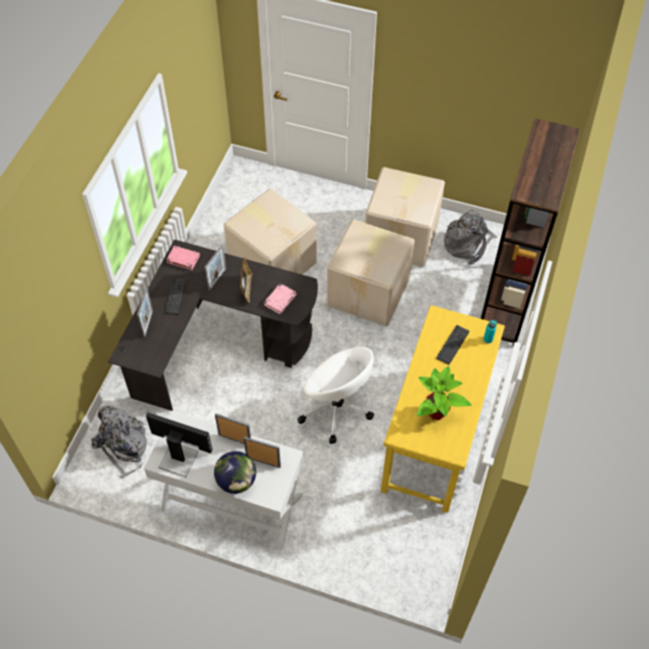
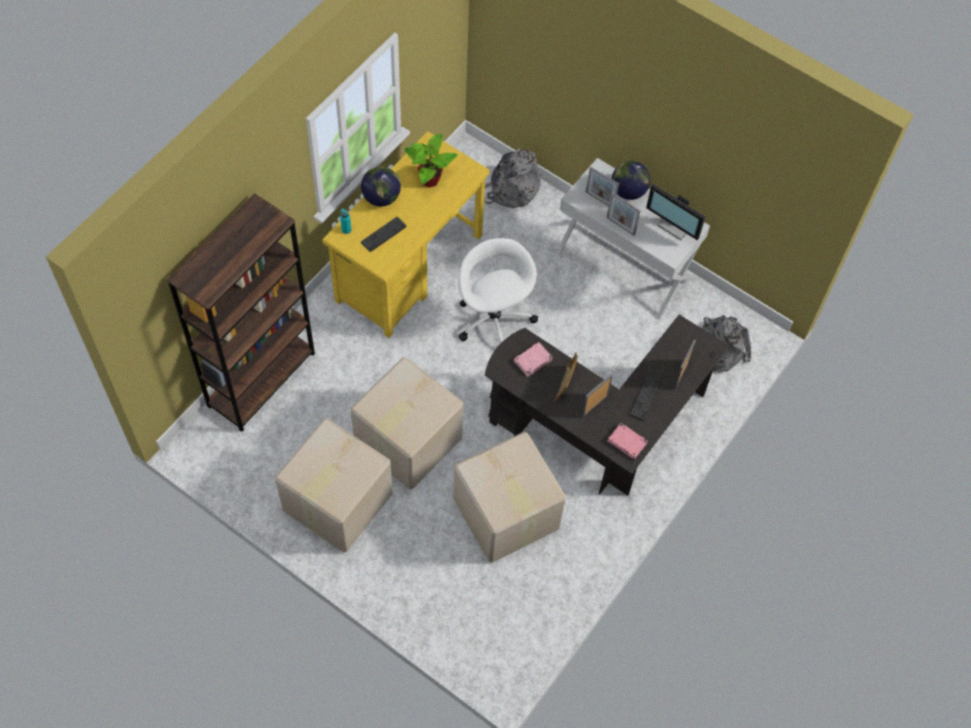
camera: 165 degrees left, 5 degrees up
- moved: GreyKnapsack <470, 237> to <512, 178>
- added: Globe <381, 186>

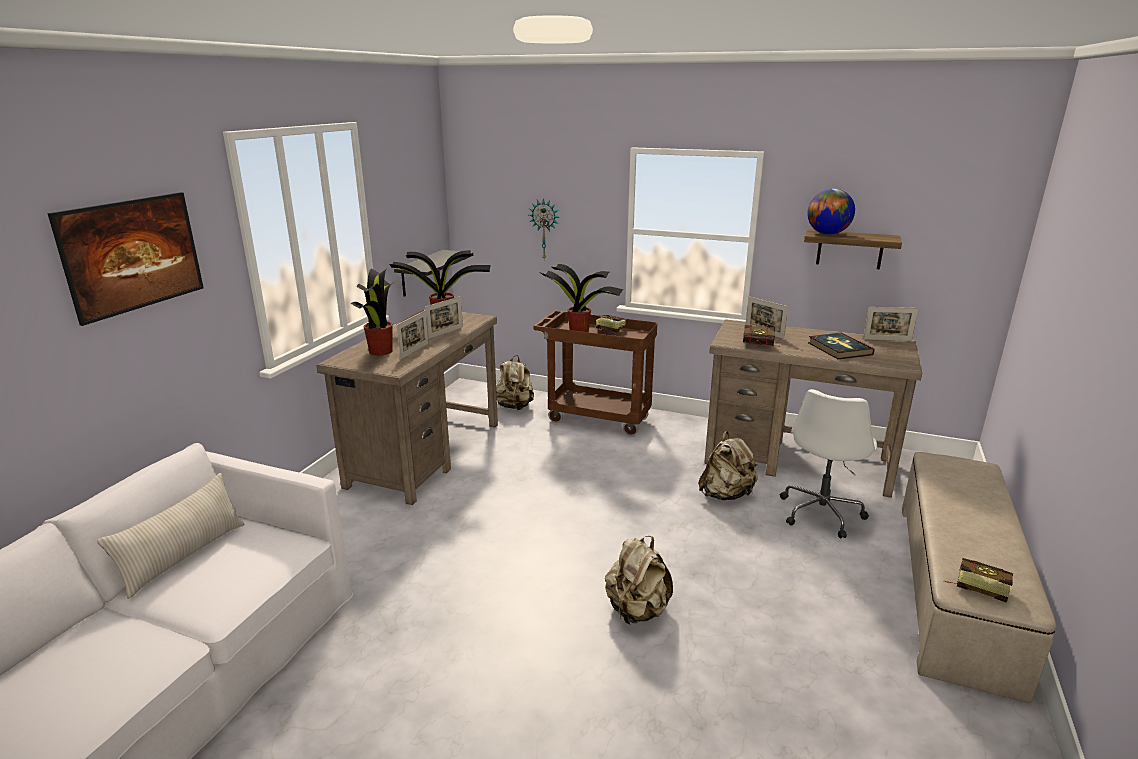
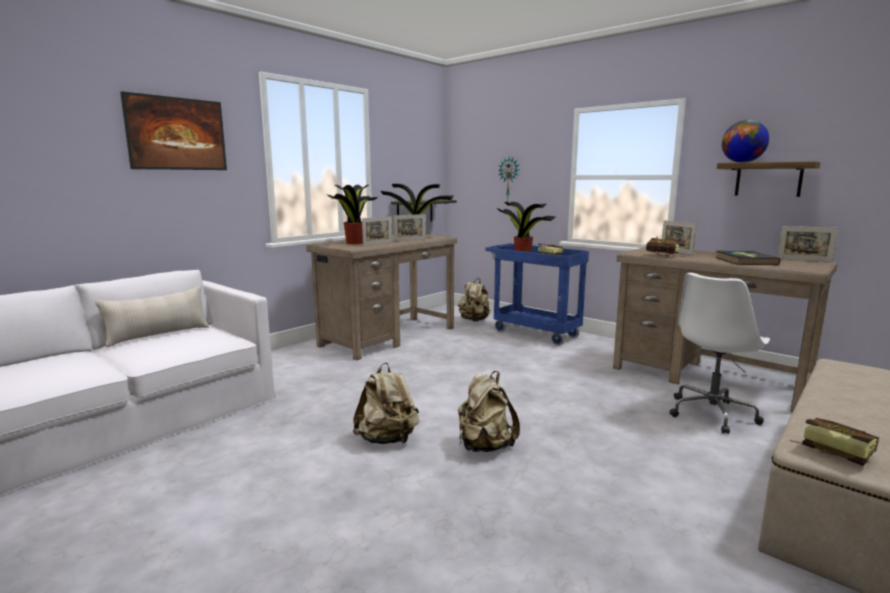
camera: 20 degrees right, 10 degrees down
- recoloured: BrownColouredTrolley <595, 373> to BluishTrolley <537, 294>
- moved: SandColouredKnapsack <728, 465> to <386, 403>

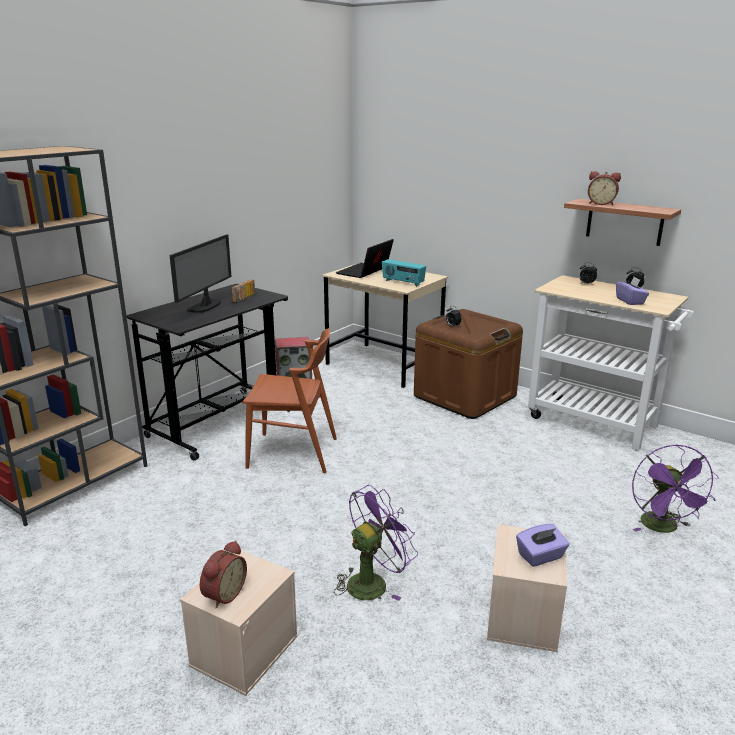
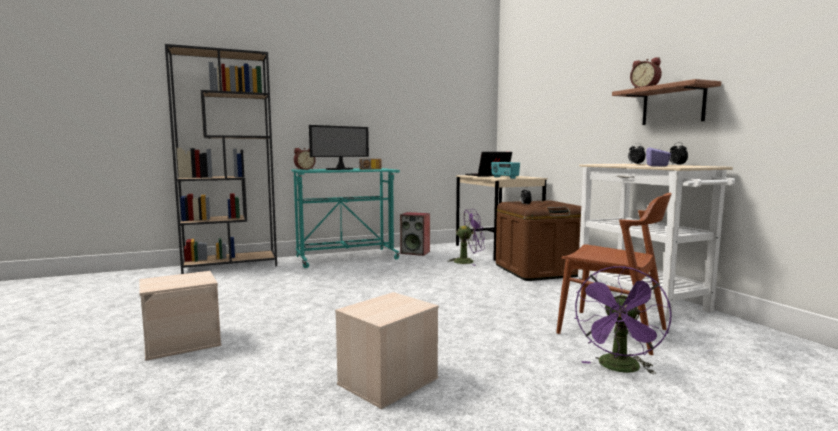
camera: 30 degrees right, 15 degrees down
- recoloured: BlackColouredDeskUnit <208, 372> to TurquoiseDeskUnit <345, 218>
- moved: AlarmClock <223, 574> to <305, 159>
- moved: BrownColouredPlainChair <290, 400> to <614, 274>
- moved: PurpleFan <376, 543> to <466, 237>
- removed: PurpleTissueHolder <542, 545>

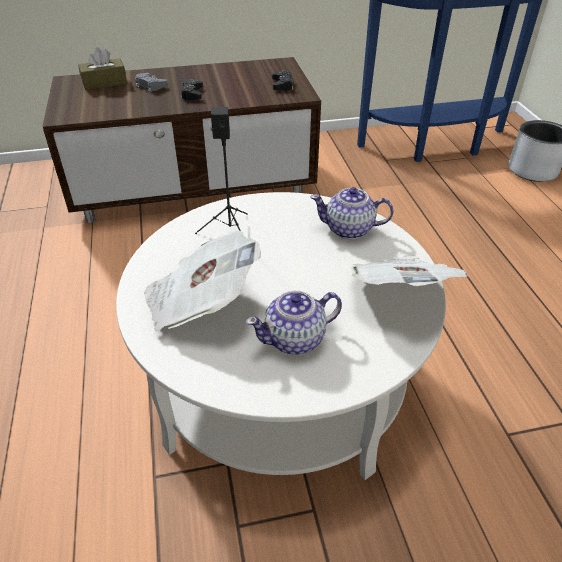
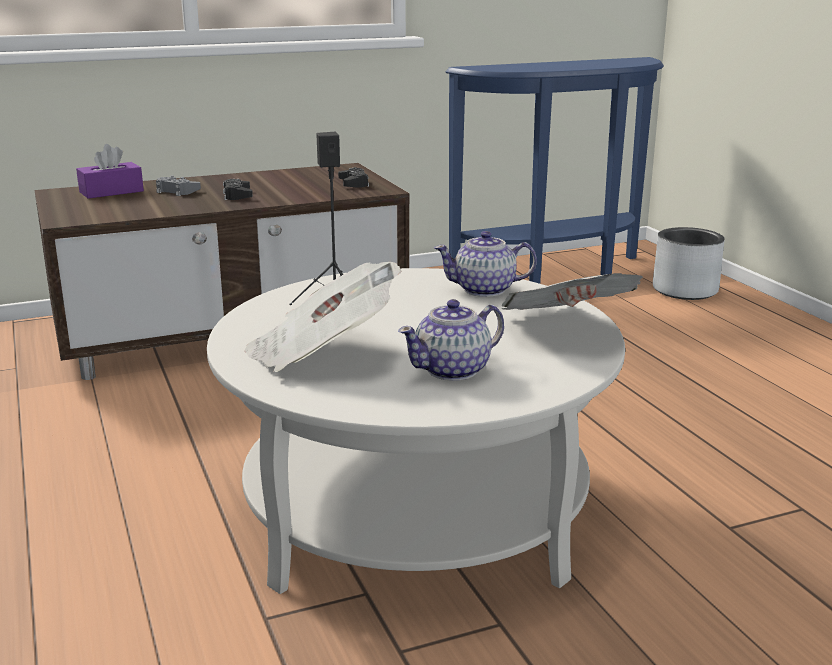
camera: 10 degrees left, 20 degrees down
- recoloured: BrownColouredTissueHolder <102, 68> to PurpleTissueHolder <110, 171>

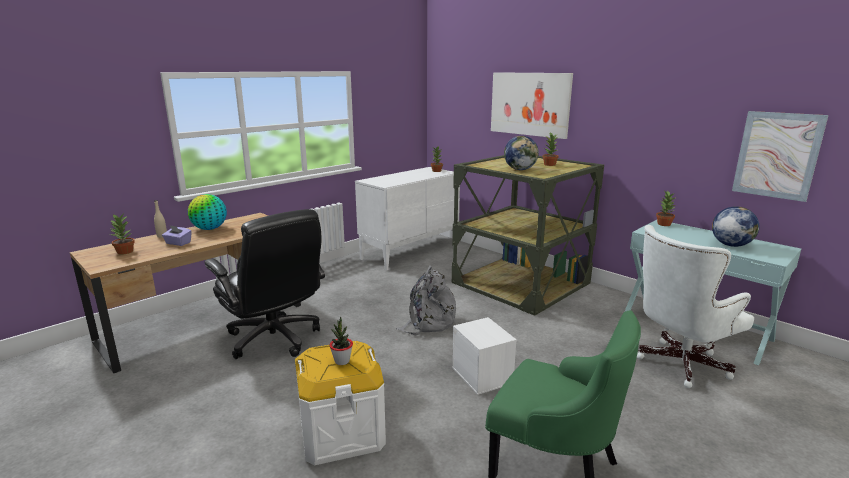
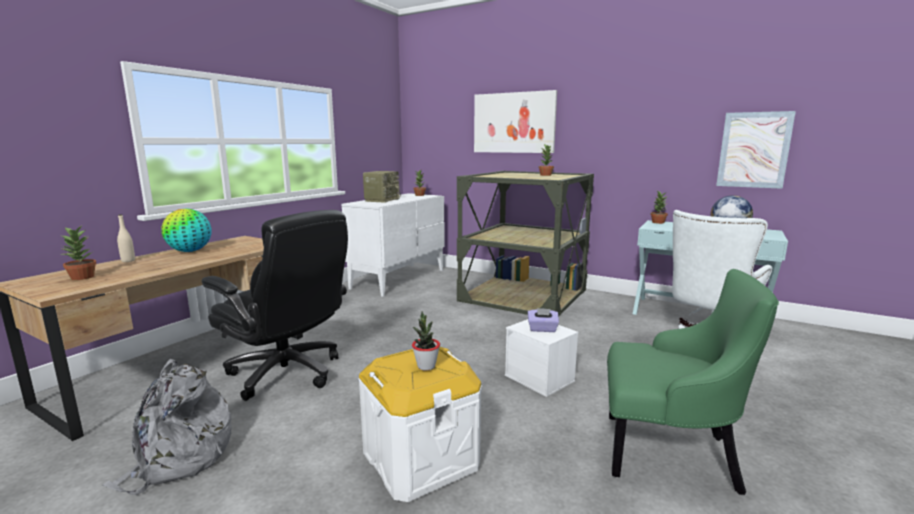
camera: 15 degrees left, 5 degrees down
- moved: PurpleTissueHolder <177, 235> to <543, 320>
- moved: GreyKnapsack <426, 300> to <167, 427>
- removed: Globe <521, 153>
- added: RadioSet <382, 187>

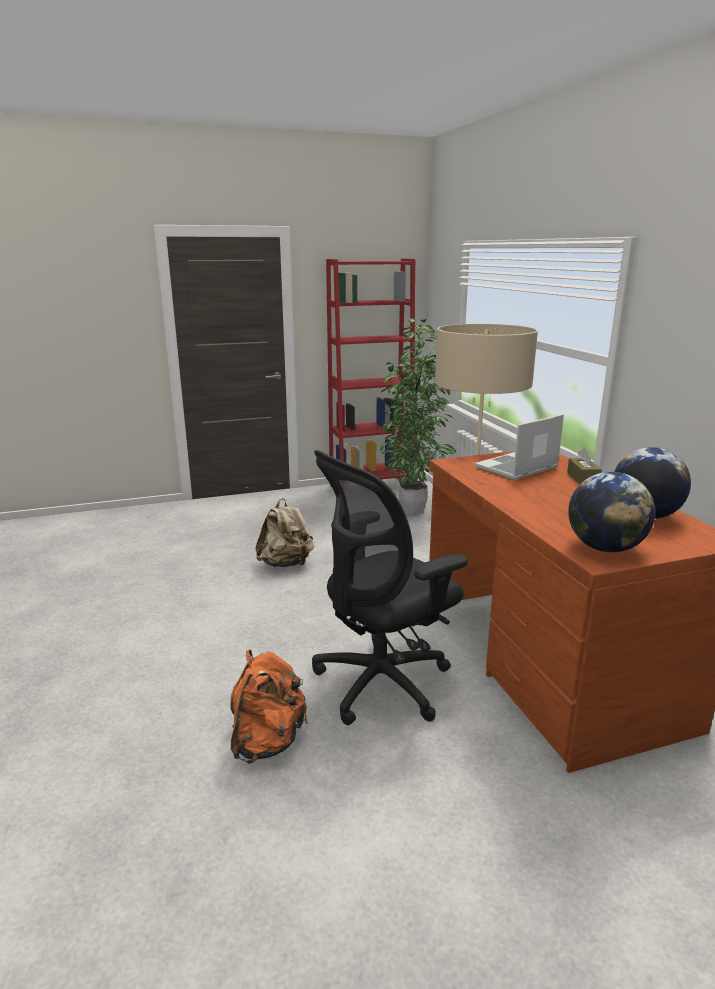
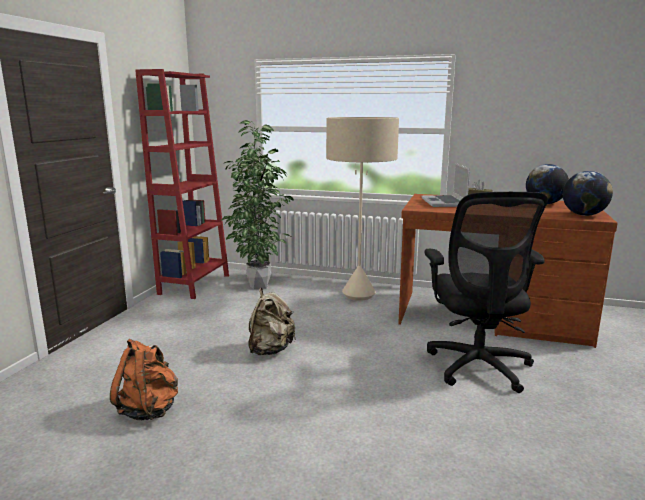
camera: 55 degrees left, 5 degrees down
- moved: OrangeColouredKnapsack <269, 706> to <144, 379>

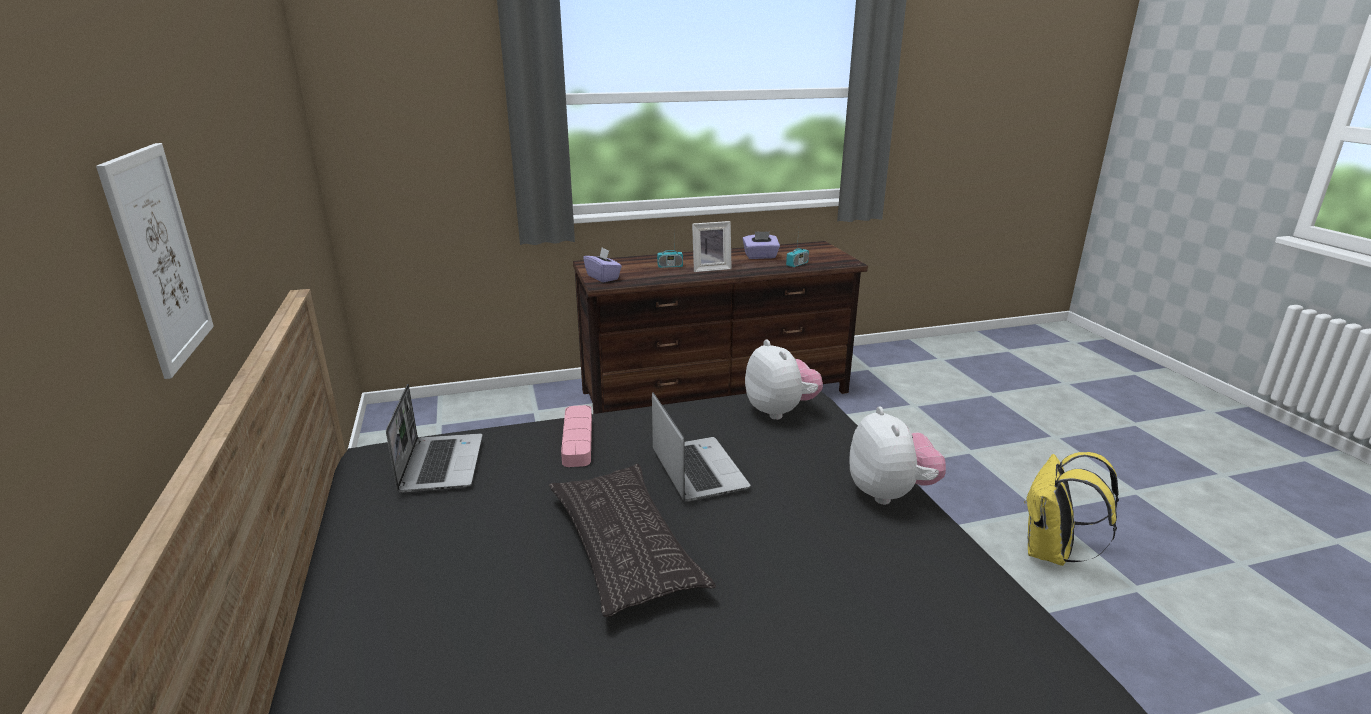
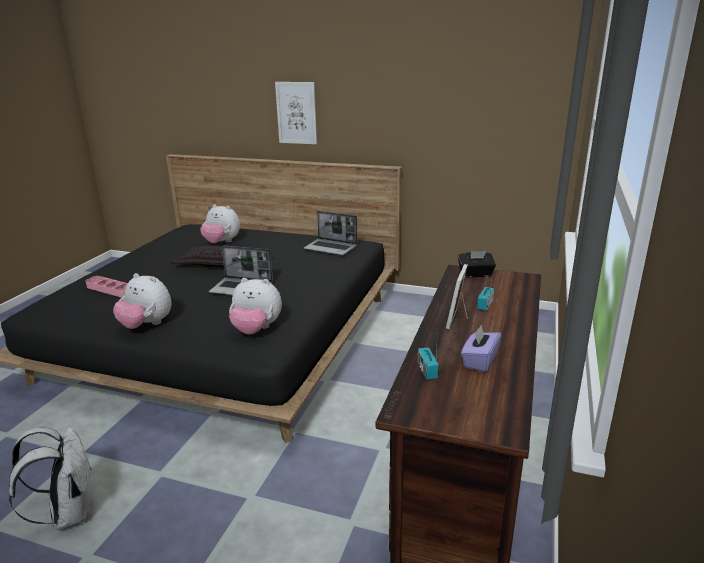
camera: 125 degrees right, 0 degrees up
- moved: PinkColouredCarryingTray <576, 436> to <106, 287>
- recoloured: PurpleTissueHolder <602, 265> to BlackColouredTissueHolder <477, 264>
- recoloured: YellowishKnapsack <1071, 509> to WhitishKnapsack <50, 478>
- added: CuddlyToy <220, 223>

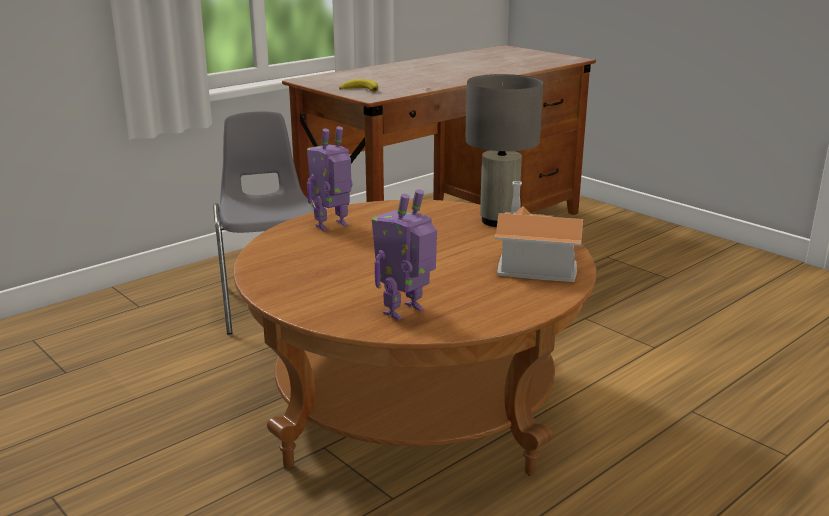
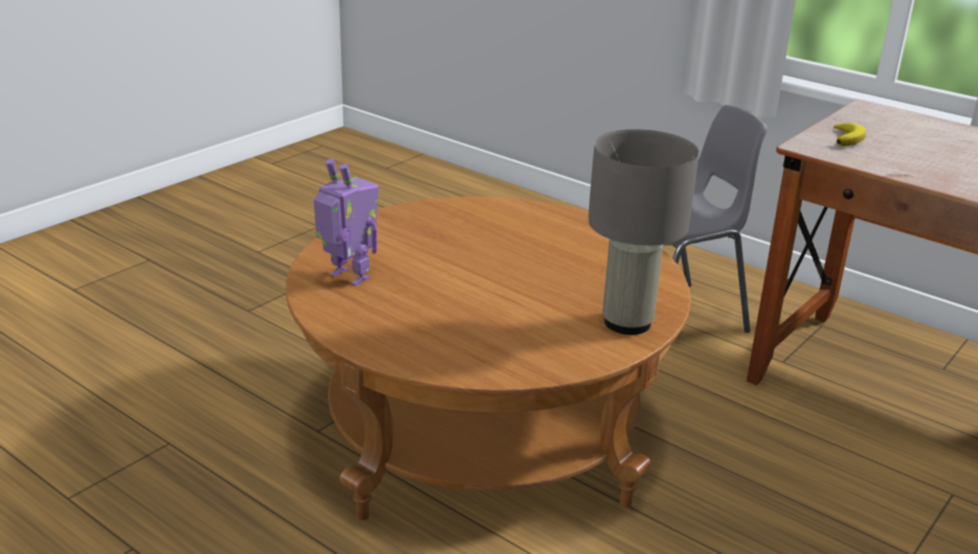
camera: 80 degrees right, 5 degrees up
- removed: ModelRobot <330, 178>
- removed: MiniatureHouse <539, 231>

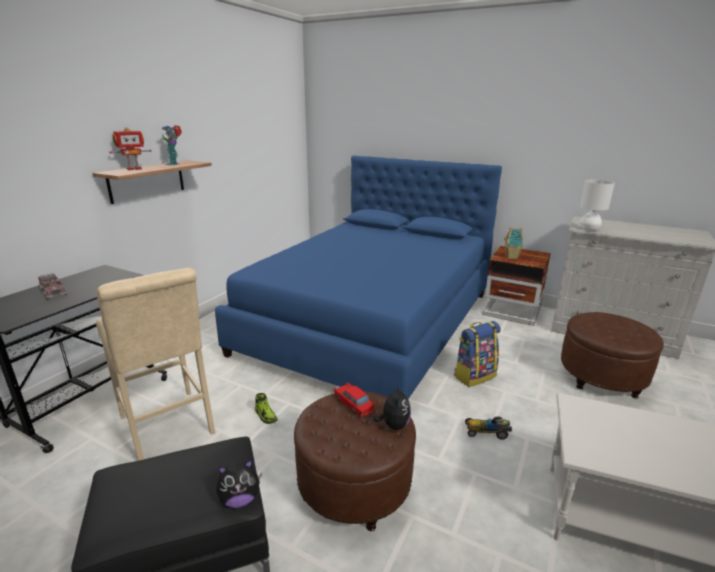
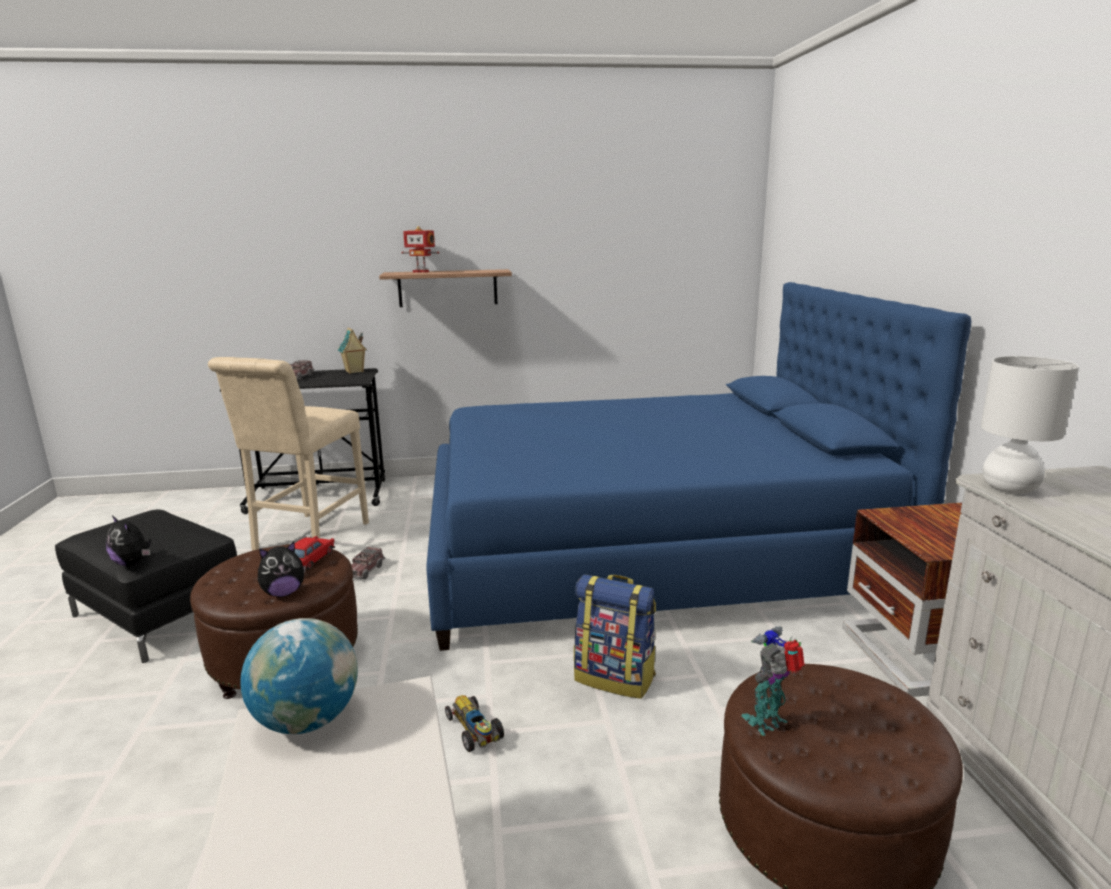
camera: 55 degrees right, 5 degrees down
- moved: ModelRobot <172, 145> to <773, 681>
- replaced: ItemOfFootwear <266, 408> to ModelTruck <368, 562>
- moved: MiniatureHouse <514, 243> to <353, 350>
- added: Globe <299, 676>

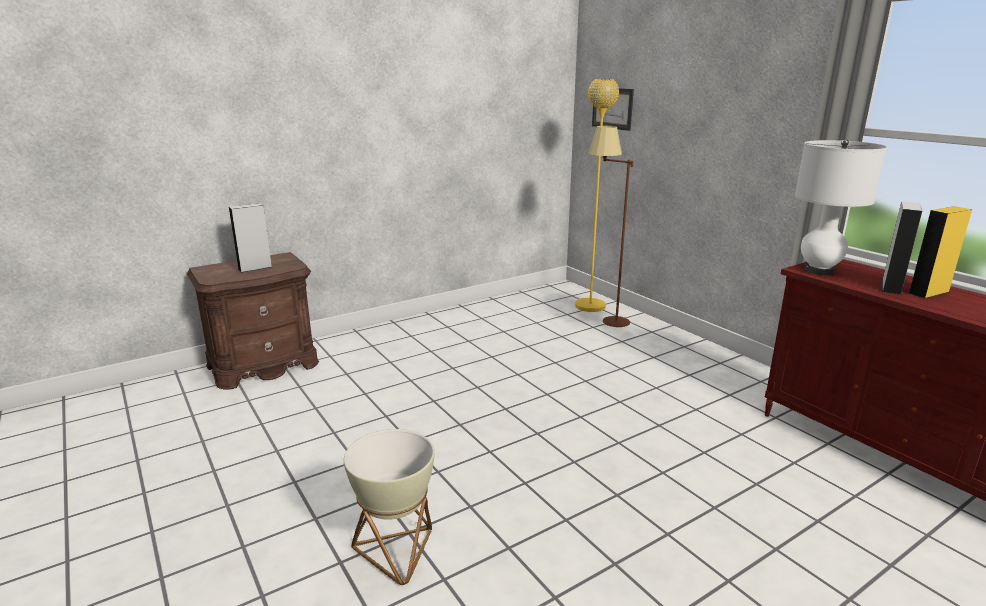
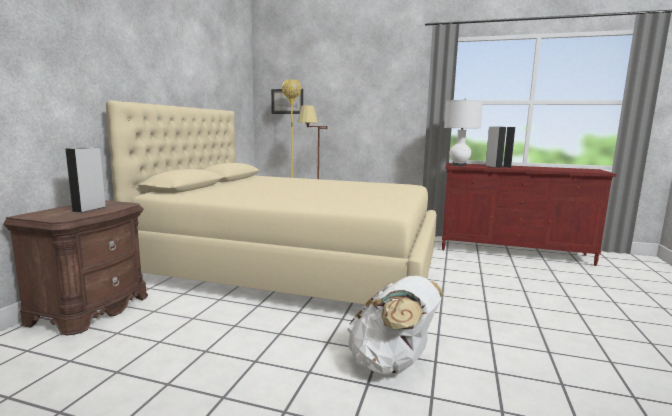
camera: 40 degrees left, 10 degrees down
- replaced: Planter <389, 507> to WhitishKnapsack <395, 325>
- added: SandColouredBed <271, 202>

